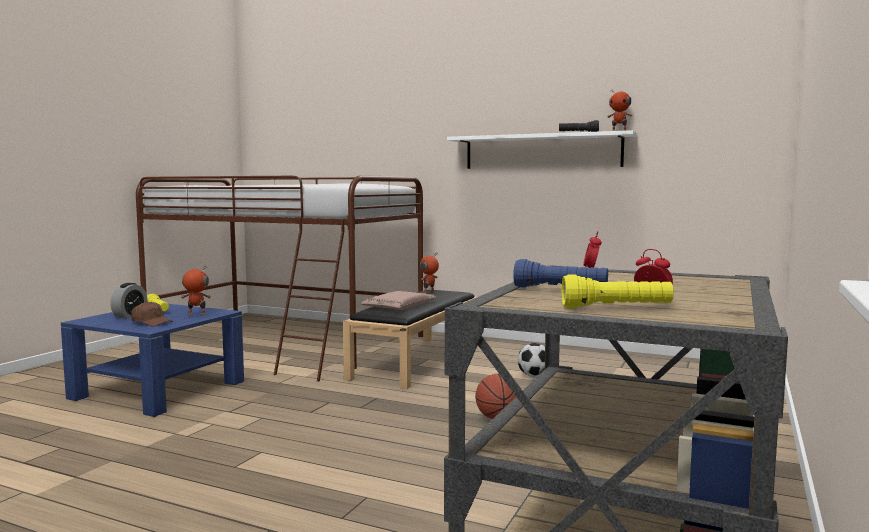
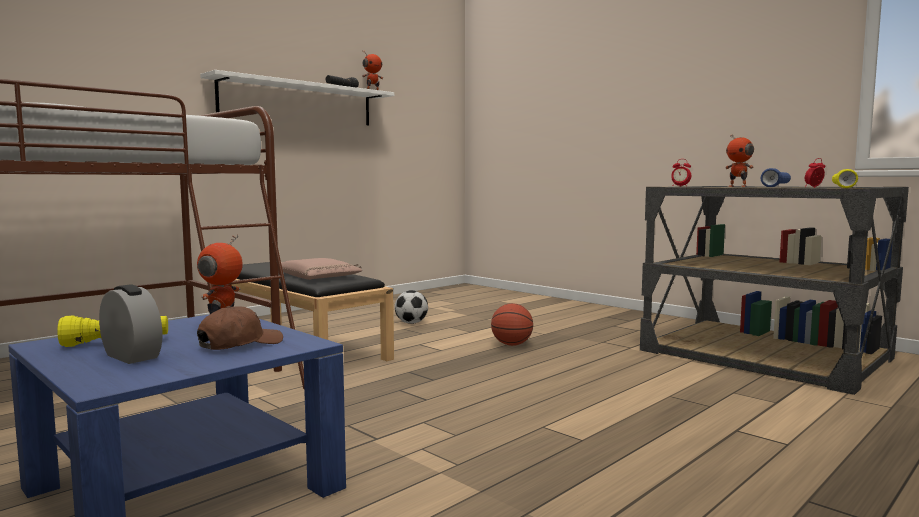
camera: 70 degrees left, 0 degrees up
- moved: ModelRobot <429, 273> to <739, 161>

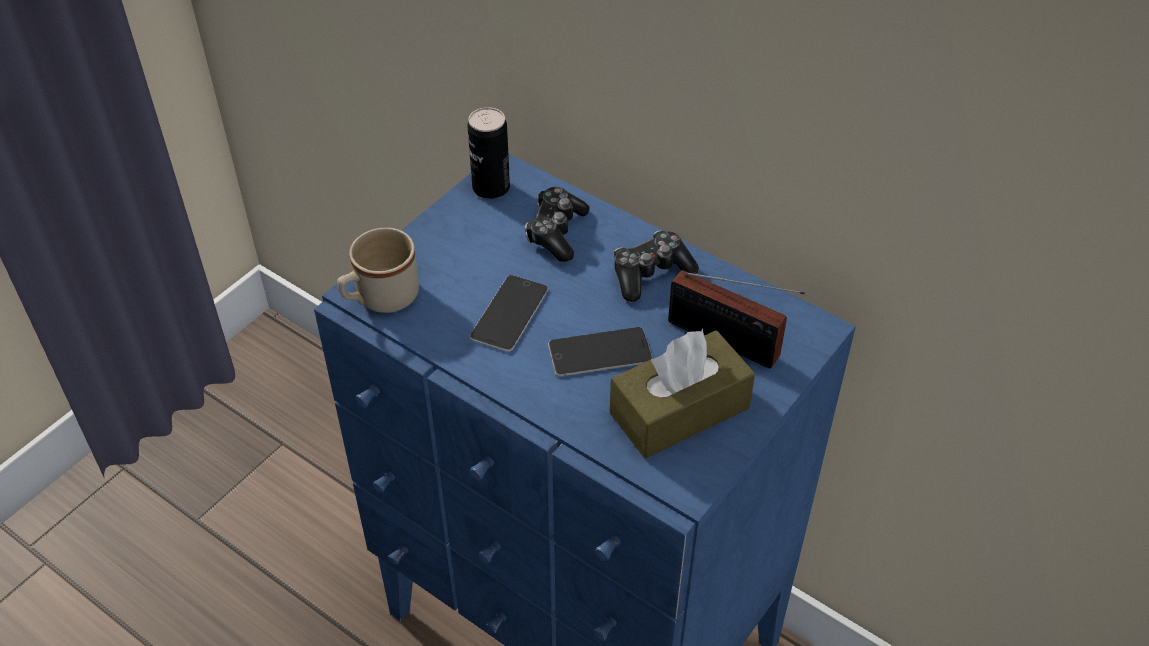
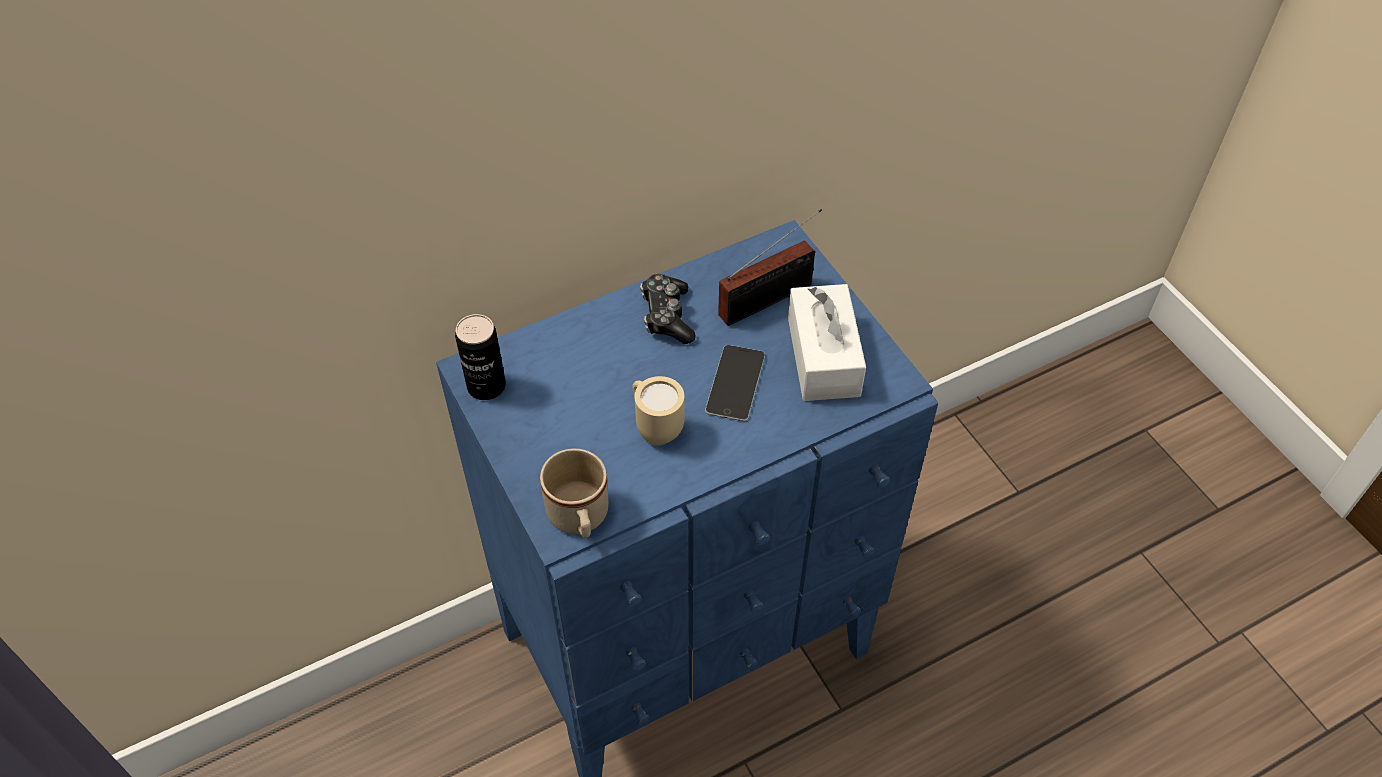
camera: 65 degrees left, 5 degrees up
- replaced: Handset <509, 313> to SandColouredCoffeeMug <658, 411>
- removed: Gamepad <557, 224>
- recoloured: BrownColouredTissueHolder <682, 393> to WhitishTissueHolder <827, 342>

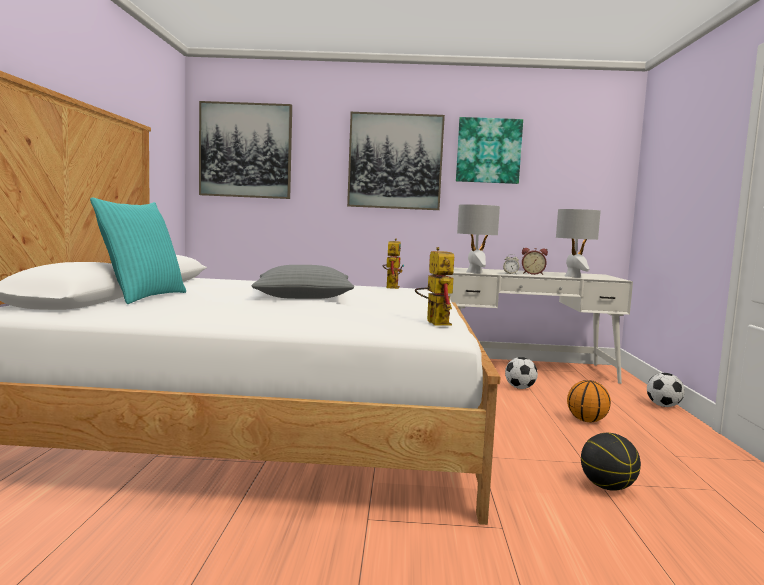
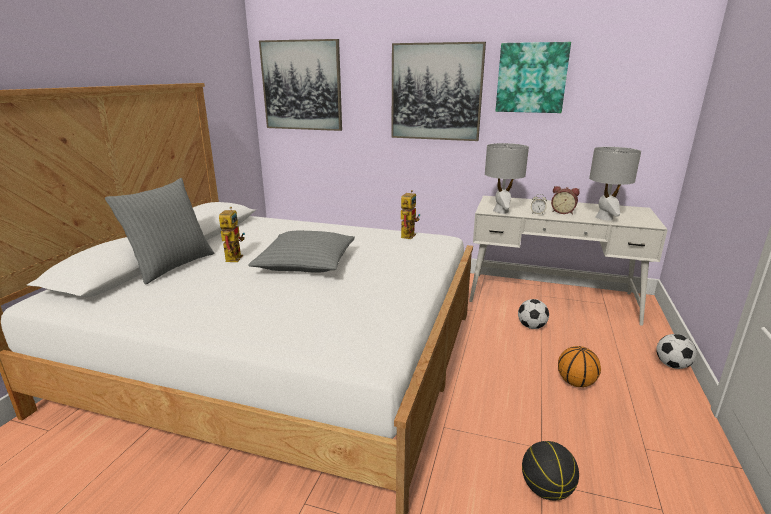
camera: 15 degrees right, 15 degrees up
- recoloured: TurquoisePillow <138, 251> to GreyPillow <160, 231>
- moved: ModelRobot <434, 286> to <232, 234>

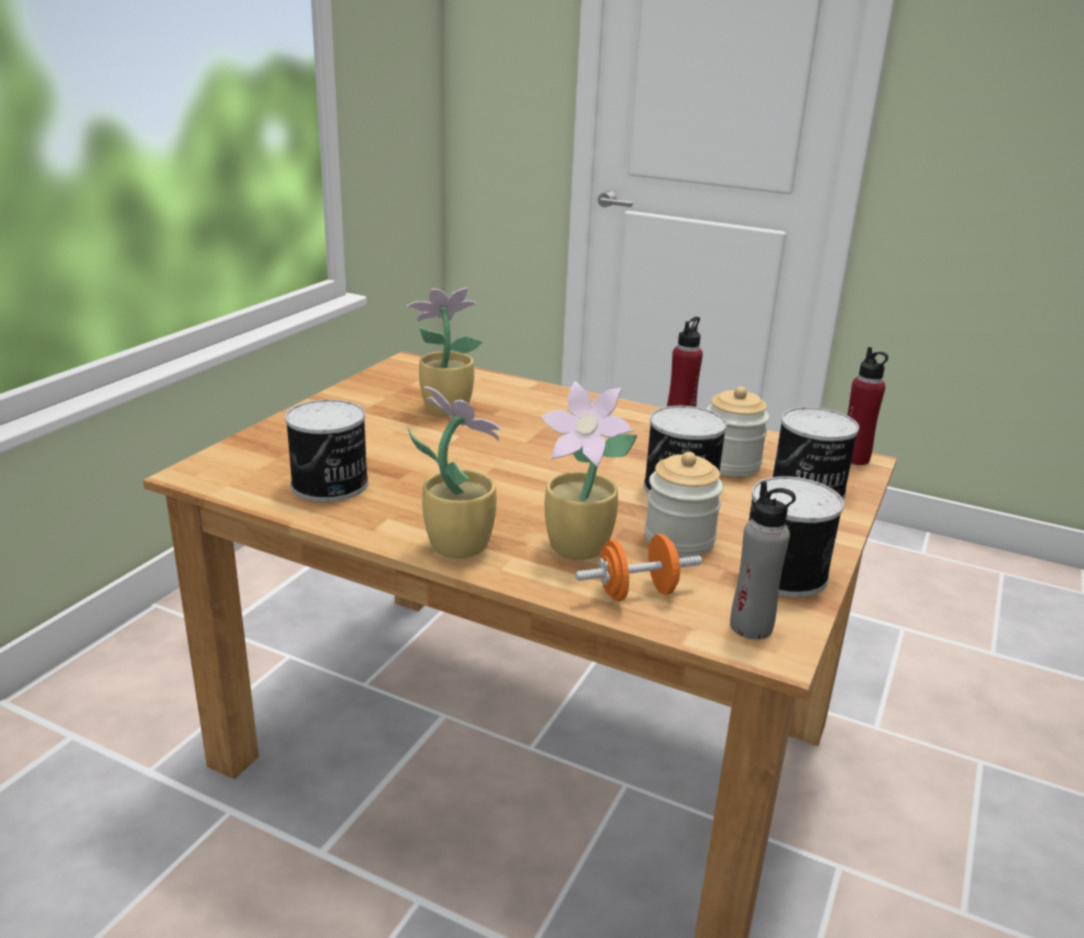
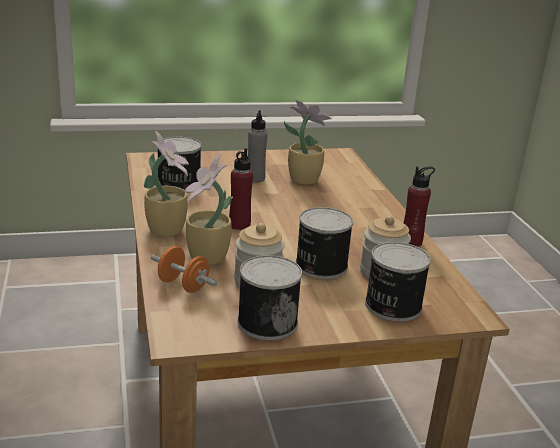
camera: 50 degrees right, 0 degrees up
- moved: GreyBeverageBottle <763, 560> to <258, 146>
- moved: RedBeverageBottle <867, 406> to <241, 189>

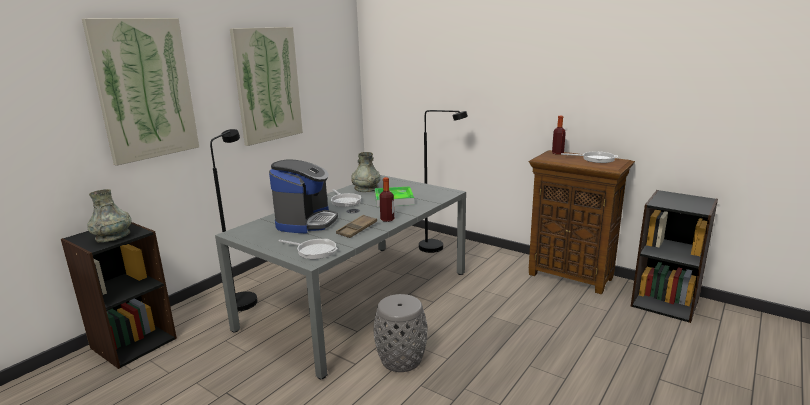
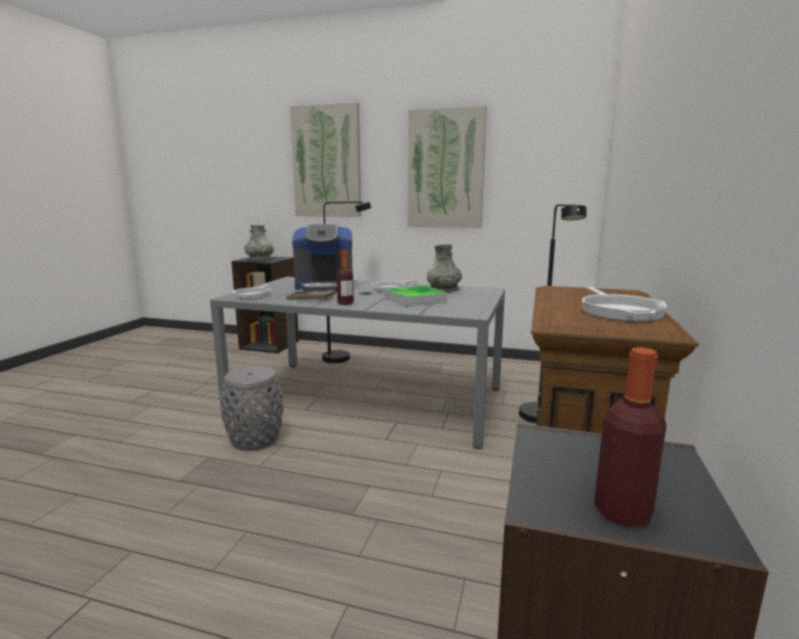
camera: 70 degrees right, 5 degrees down
- moved: BeverageBottle <559, 135> to <630, 437>

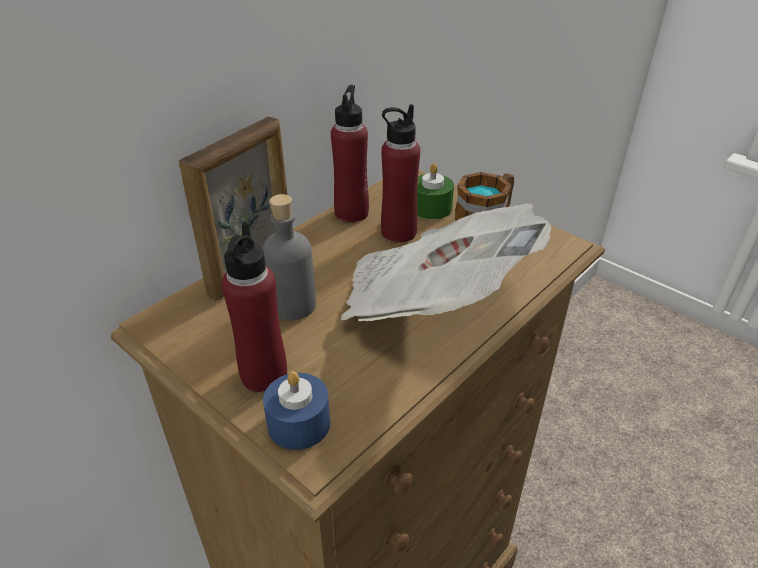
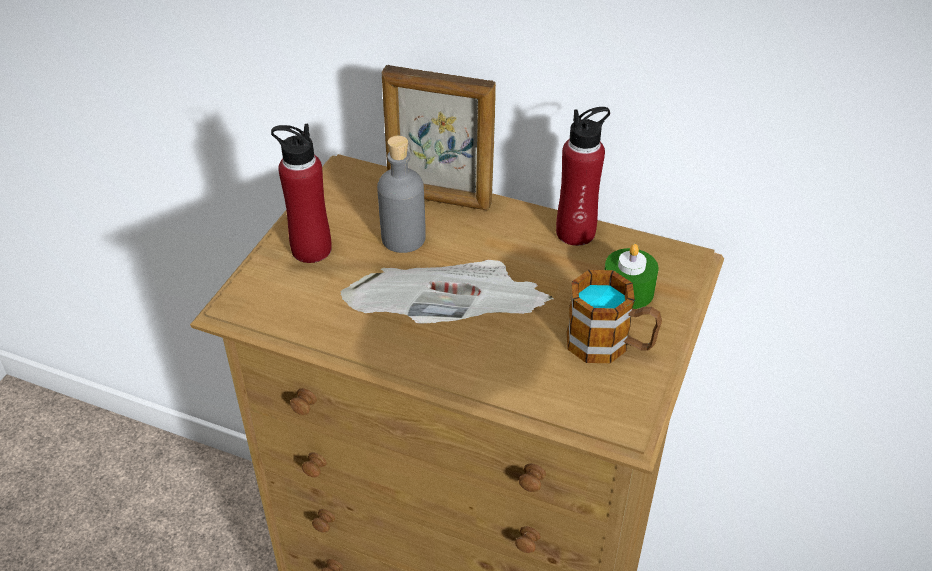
camera: 70 degrees right, 5 degrees up
- removed: BluishCandle <296, 410>
- removed: RedBeverageBottle <400, 173>

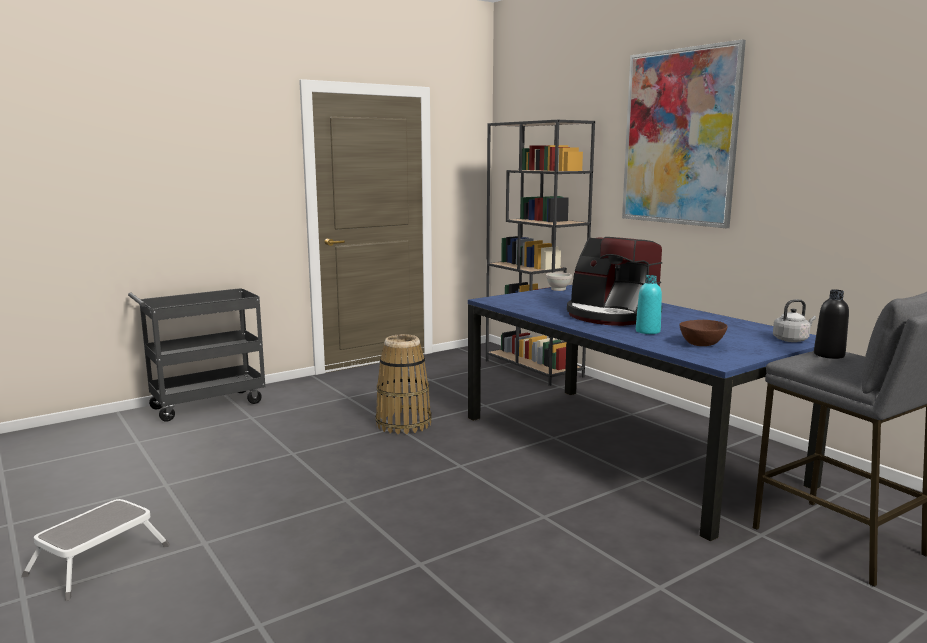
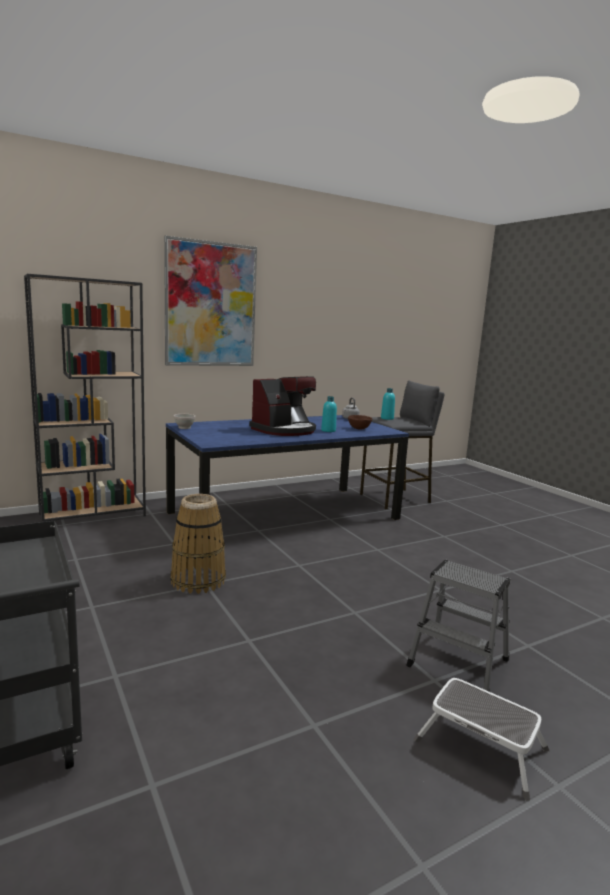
camera: 85 degrees left, 0 degrees up
- recoloured: BlackColouredBeverageBottle <831, 324> to TurquoiseBeverageBottle <388, 404>
- added: GreyStepLadder <458, 625>

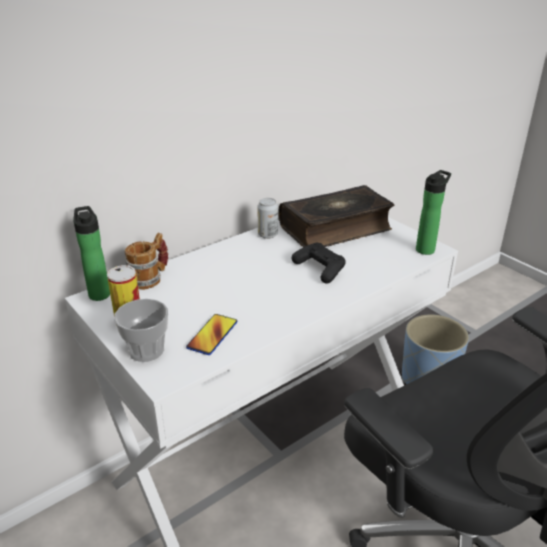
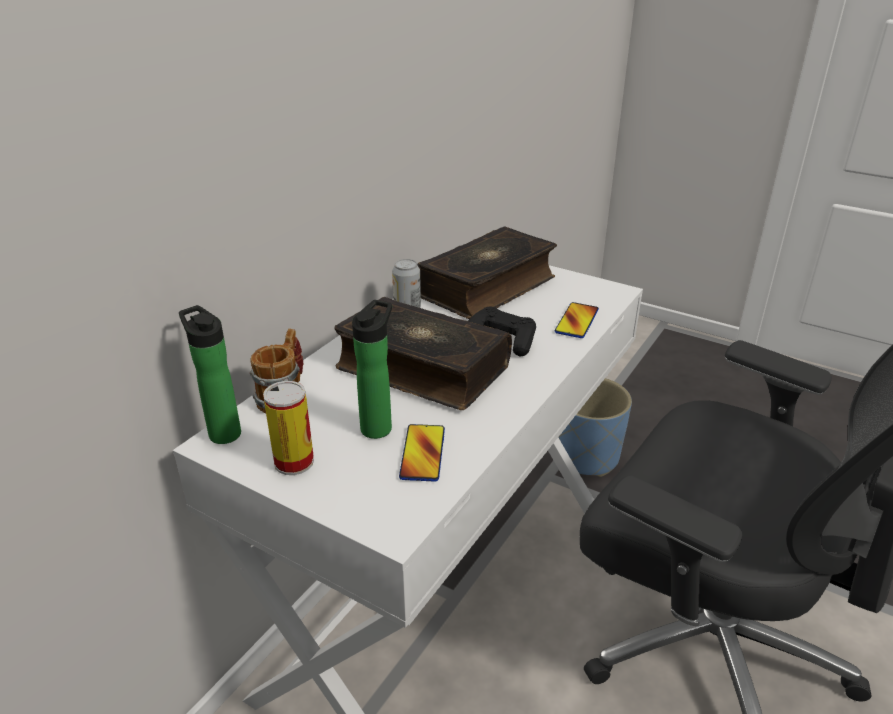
camera: 20 degrees left, 0 degrees up
- removed: SmallCup <141, 330>
- moved: BeverageBottle <433, 212> to <372, 369>
- added: BoundBook <423, 353>
- added: Handset <577, 320>

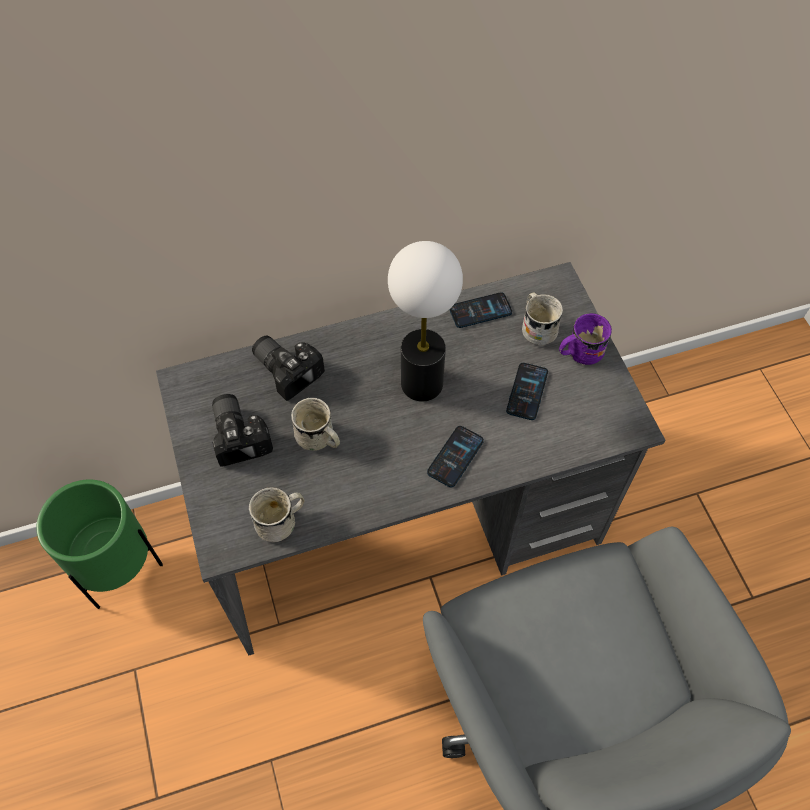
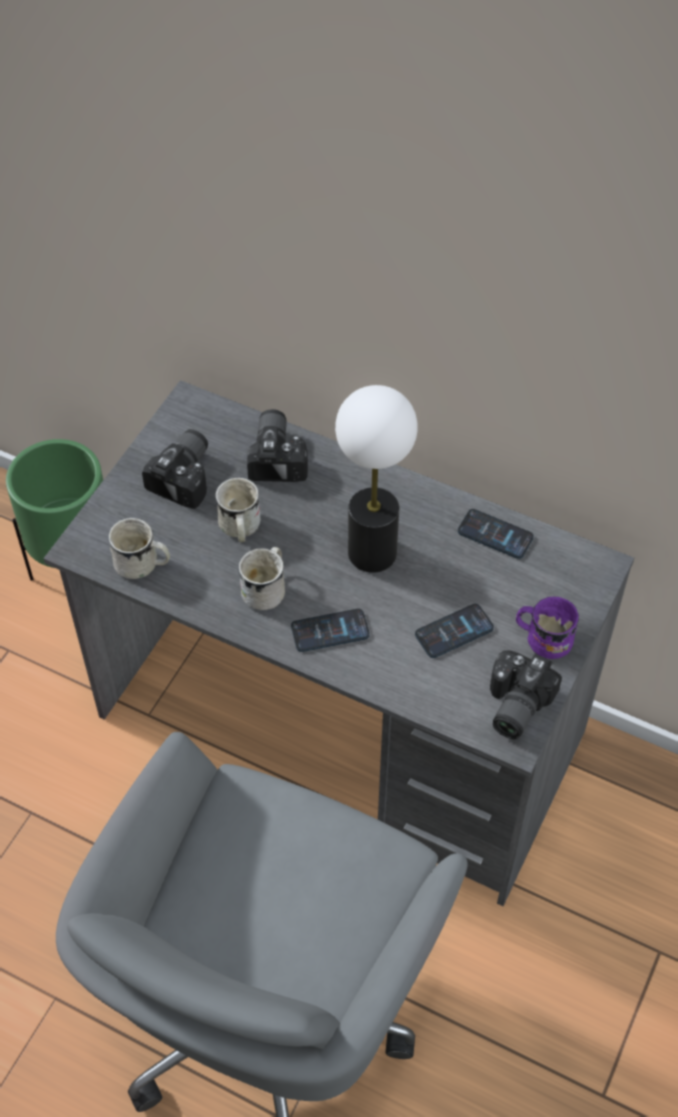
camera: 45 degrees right, 5 degrees down
- moved: WhitishCoffeeMug <542, 318> to <261, 578>
- added: StillCamera <526, 694>

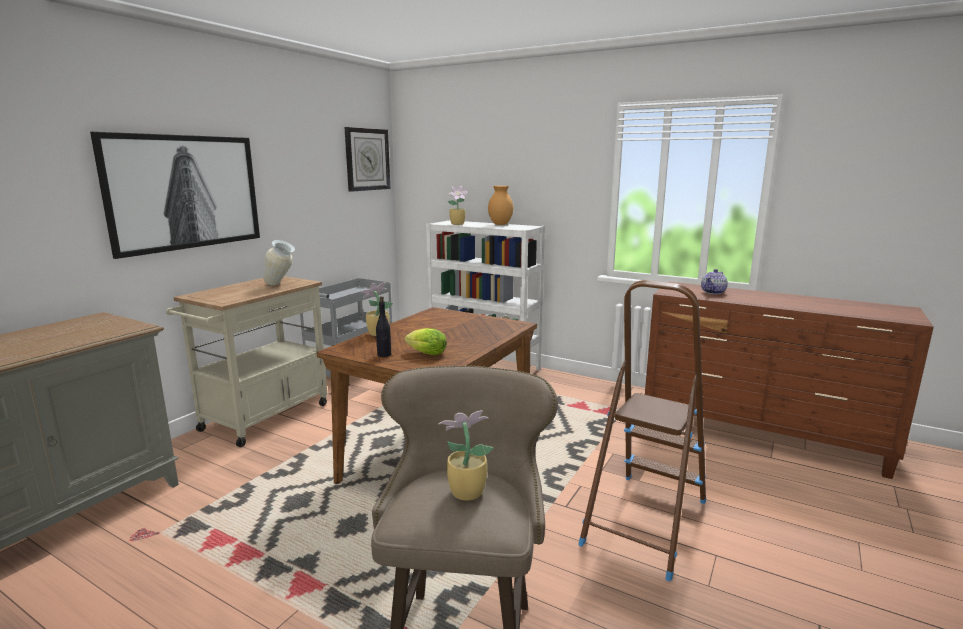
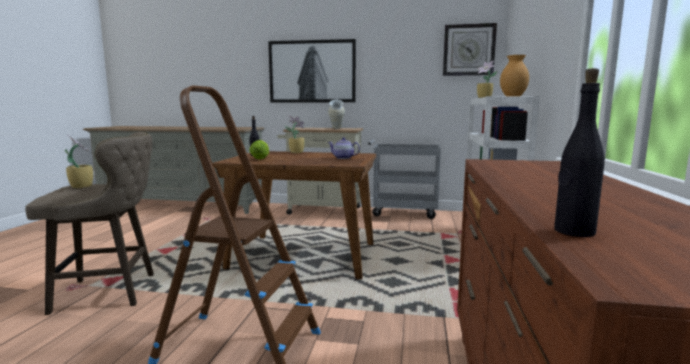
camera: 70 degrees right, 5 degrees down
- moved: TeaPot <714, 281> to <344, 148>
- added: BlackColouredBeverageBottle <579, 152>

